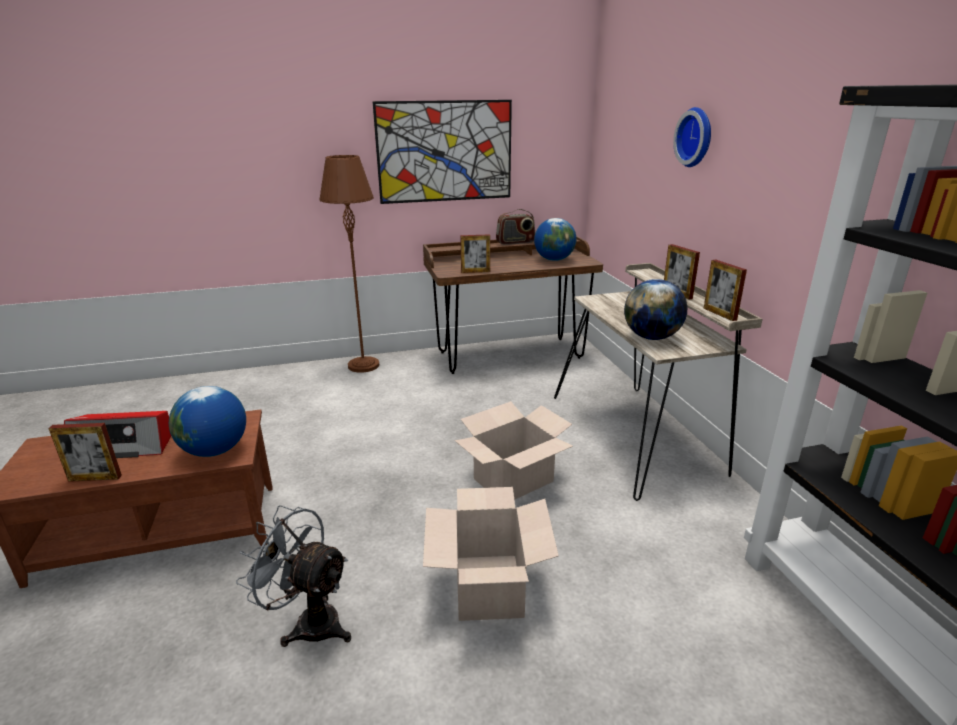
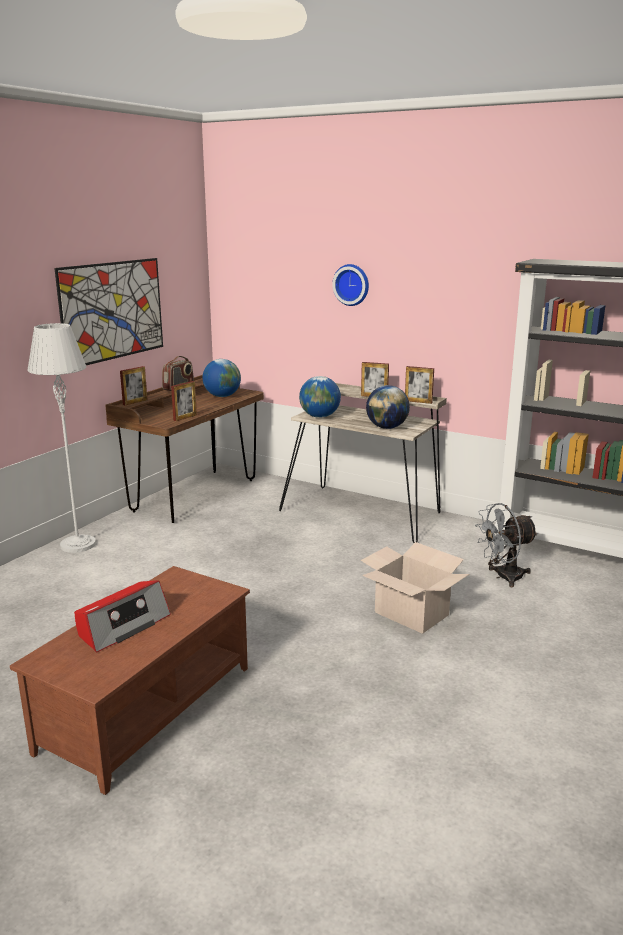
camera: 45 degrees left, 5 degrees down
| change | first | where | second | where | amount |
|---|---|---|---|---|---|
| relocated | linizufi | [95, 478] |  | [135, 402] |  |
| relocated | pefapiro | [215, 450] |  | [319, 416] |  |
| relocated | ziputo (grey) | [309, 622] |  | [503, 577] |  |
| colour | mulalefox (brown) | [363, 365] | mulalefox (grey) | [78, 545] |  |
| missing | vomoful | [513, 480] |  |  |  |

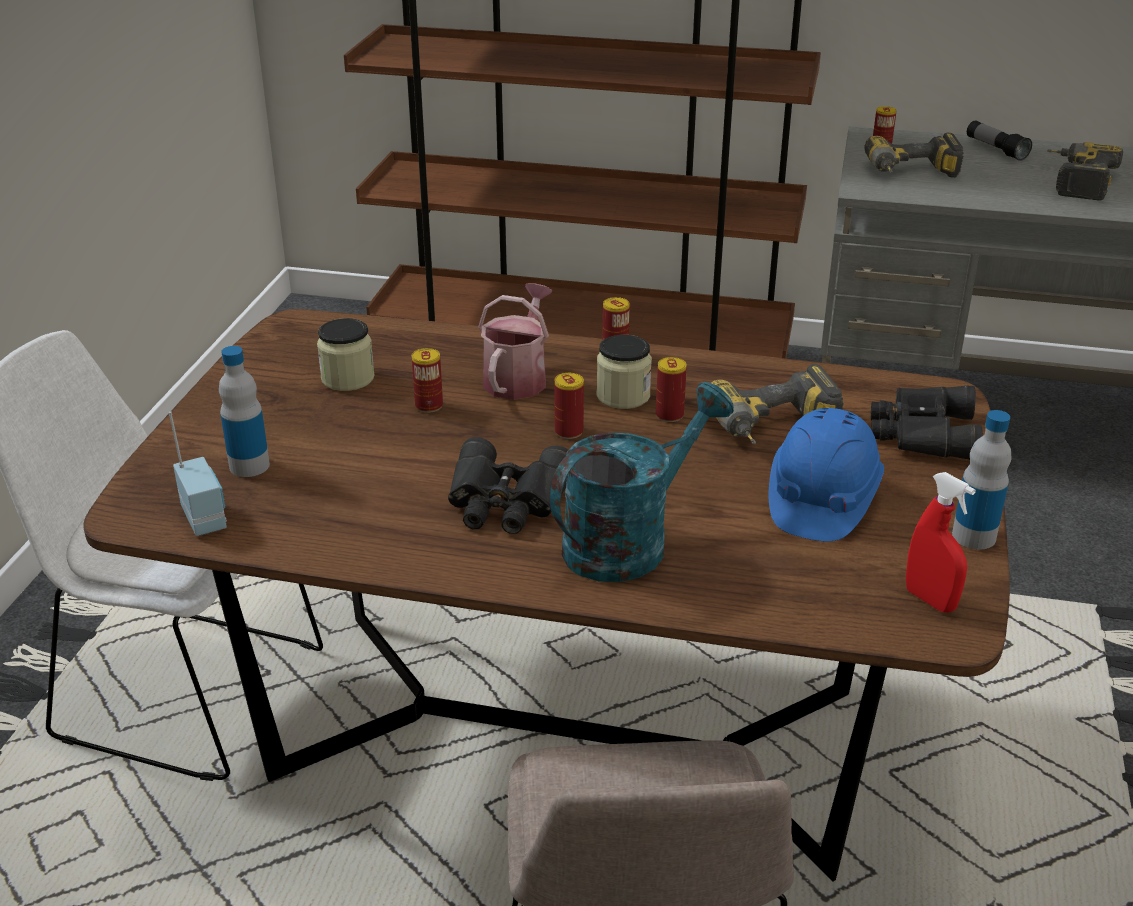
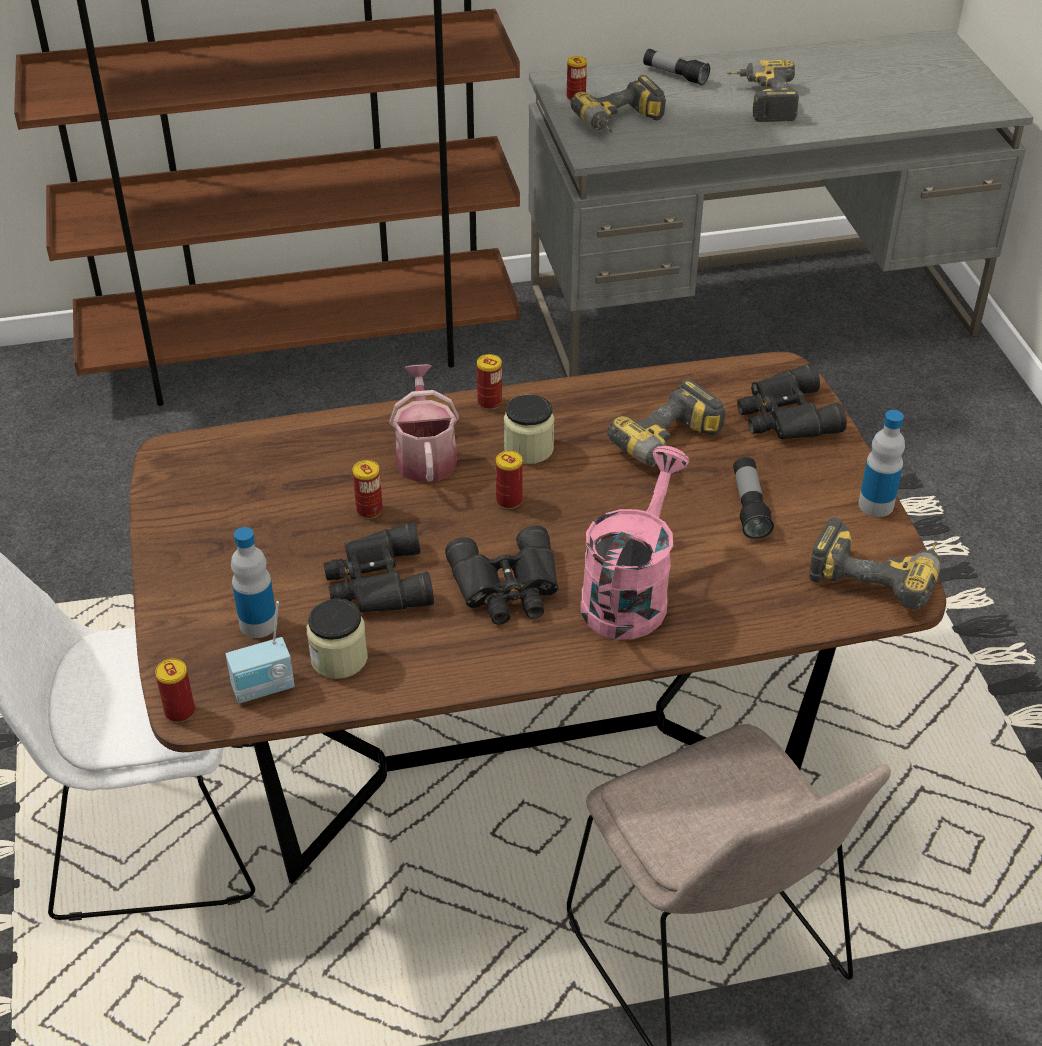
camera: 25 degrees left, 10 degrees up
| change | first | where | second | where | amount |
|---|---|---|---|---|---|
| spun | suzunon | [206, 517] |  | [264, 689] | 120 degrees clockwise |
| relocated | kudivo | [348, 378] |  | [339, 658] |  |
| colour | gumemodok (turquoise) | [629, 540] | gumemodok (pink) | [629, 593] |  |
| relocated | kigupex | [669, 415] |  | [180, 711] |  |
| exchanged | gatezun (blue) | [821, 501] | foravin | [749, 507] |  |
| exchanged | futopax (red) | [930, 600] | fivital | [877, 573] |  |
| appeared |  |  | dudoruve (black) | [376, 583] |  |

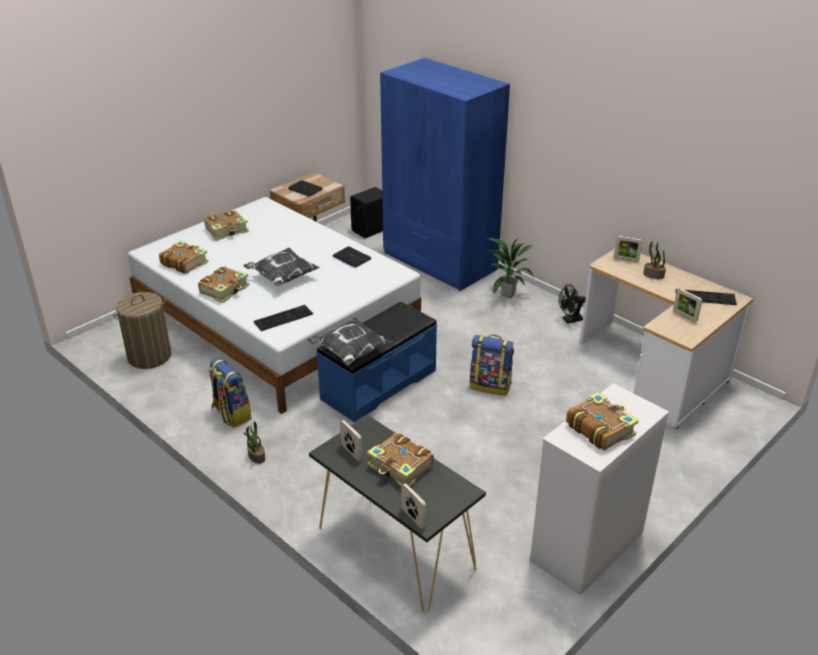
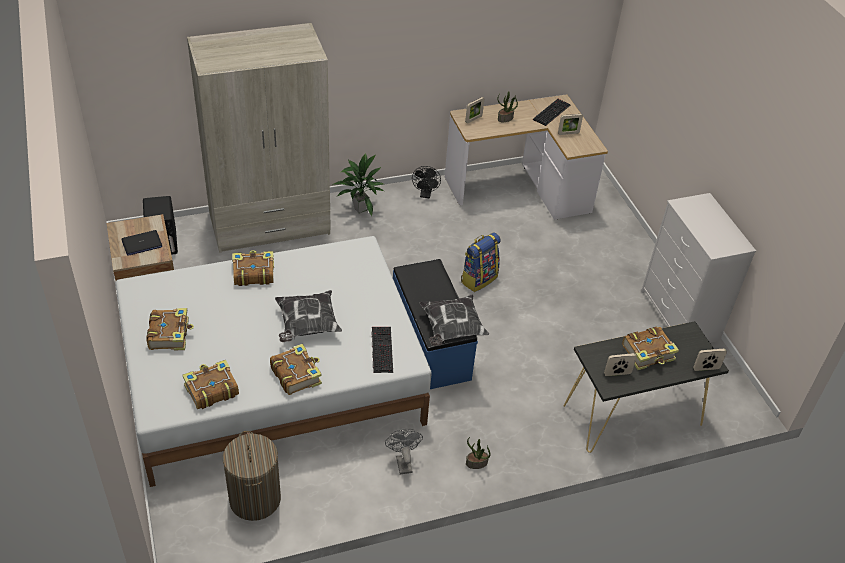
camera: 65 degrees left, 10 degrees up
| change | first | where | second | where | amount |
|---|---|---|---|---|---|
| exchanged | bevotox | [231, 414] | ziputo (grey) | [403, 461] |  |
| missing | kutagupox | [351, 258] |  |  |  |
| colour | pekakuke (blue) | [439, 262] | pekakuke (beige) | [270, 224] |  |
| relocated | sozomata | [600, 428] |  | [253, 273] |  |

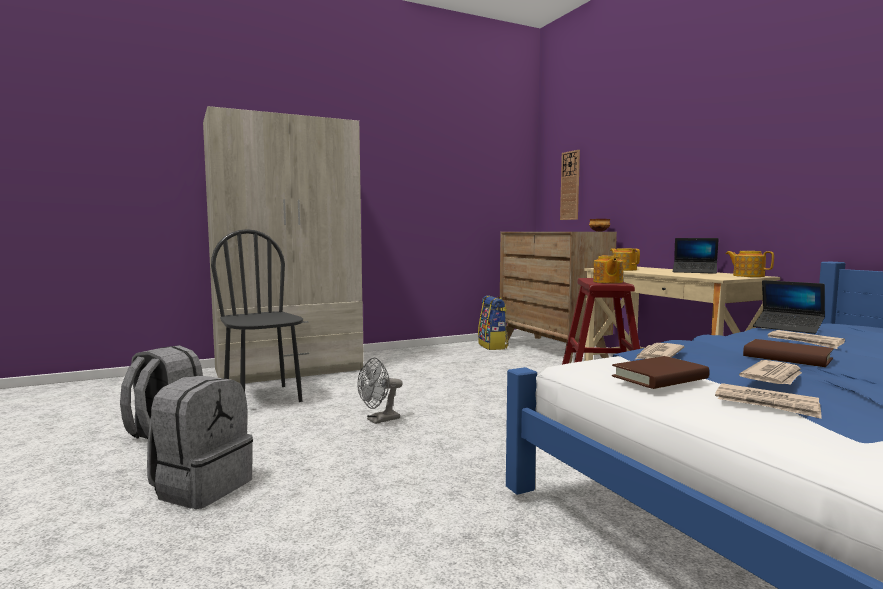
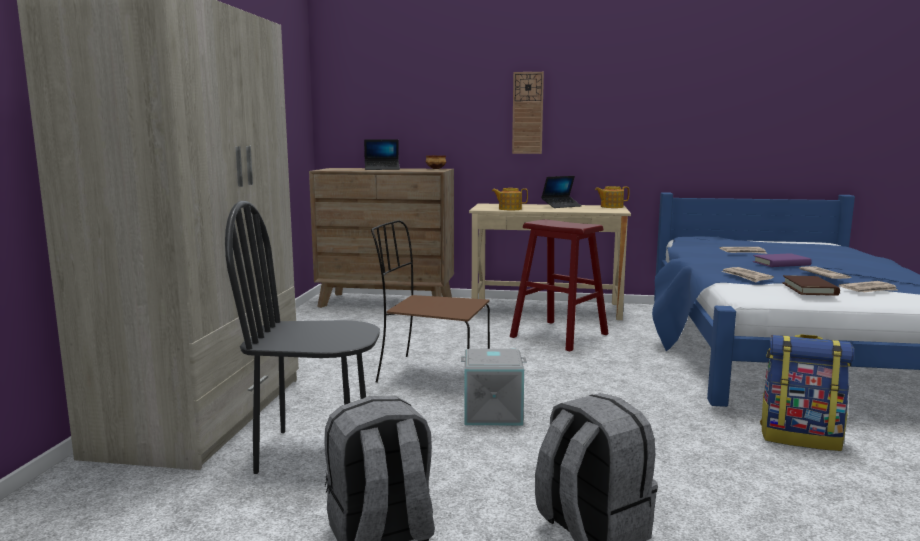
camera: 55 degrees left, 5 degrees up
| change | first | where | second | where | amount |
|---|---|---|---|---|---|
| exchanged | ziputo (grey) | [379, 420] | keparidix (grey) | [493, 412] |  |
| relocated | bevotox | [493, 346] |  | [800, 437] |  |
| relocated | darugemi | [570, 185] |  | [527, 113] |  |
| missing | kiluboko | [607, 282] |  |  |  |
| colour | sozomata (brown) | [787, 358] | sozomata (purple) | [781, 263] |  |
| relocated | kutagupox | [788, 328] |  | [382, 169] |  |
| appeared |  |  | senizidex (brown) | [431, 374] |  |

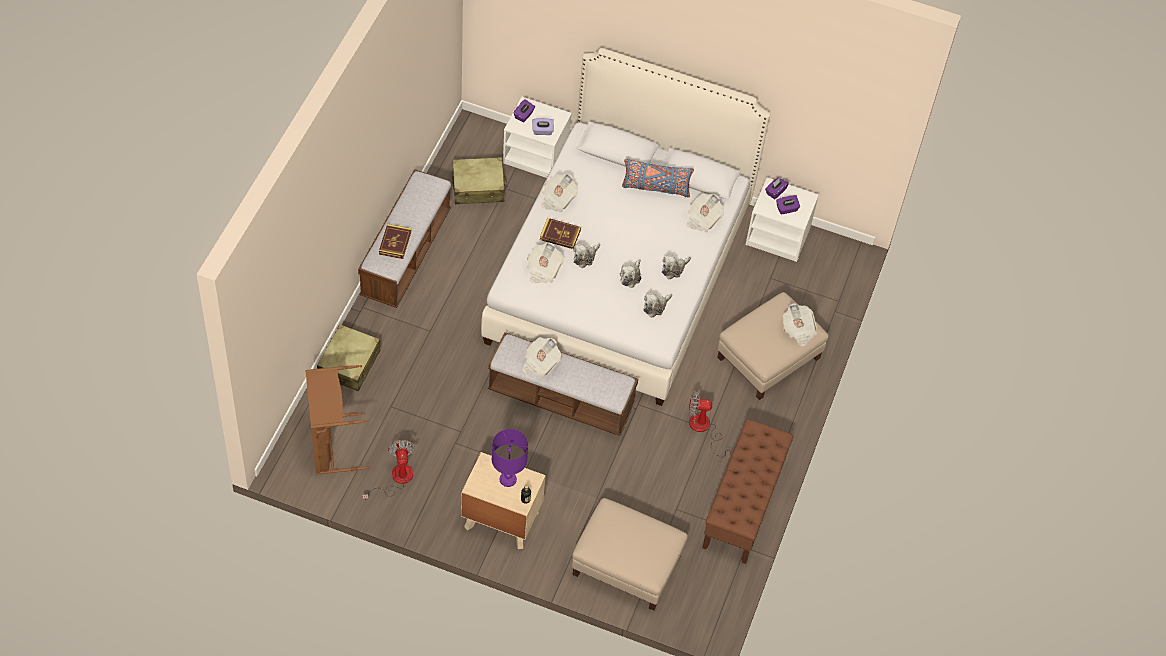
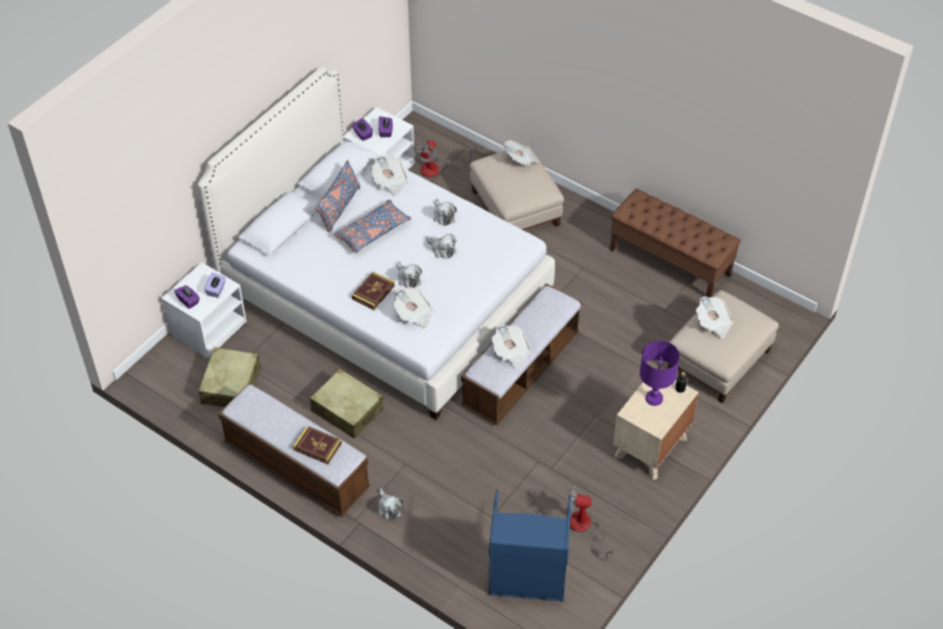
camera: 70 degrees left, 5 degrees down
| change | first | where | second | where | amount |
|---|---|---|---|---|---|
| colour | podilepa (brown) | [331, 444] | podilepa (blue) | [527, 580] |  |
| relocated | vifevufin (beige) | [349, 363] |  | [347, 410] |  |
| relocated | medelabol | [557, 199] |  | [713, 324] |  |
| relocated | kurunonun | [655, 307] |  | [388, 507] |  |
| relocated | ziputo | [704, 429] |  | [437, 168] |  |
| appeared |  |  | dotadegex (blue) | [372, 232] |  |

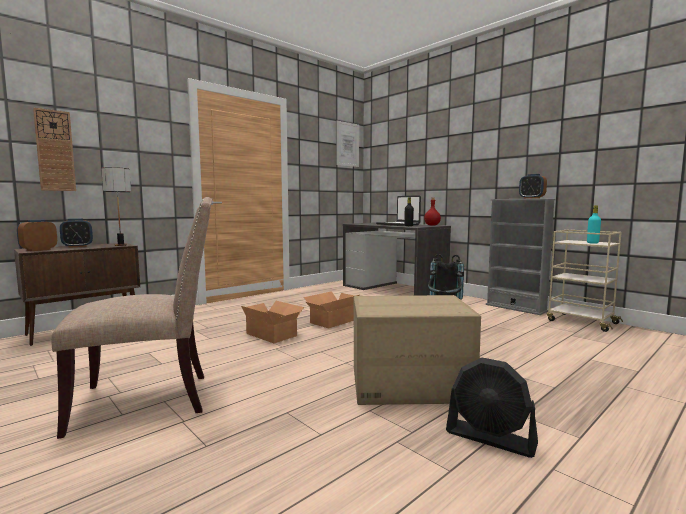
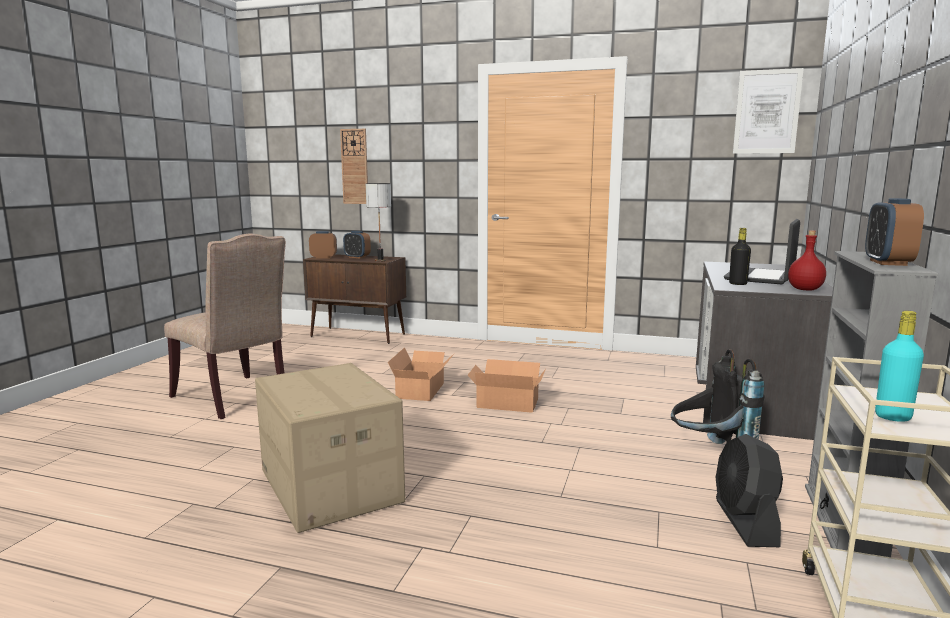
camera: 60 degrees right, 5 degrees up
| change | first | where | second | where | amount |
|---|---|---|---|---|---|
| relocated | ziputo (black) | [491, 438] |  | [745, 522] |  |

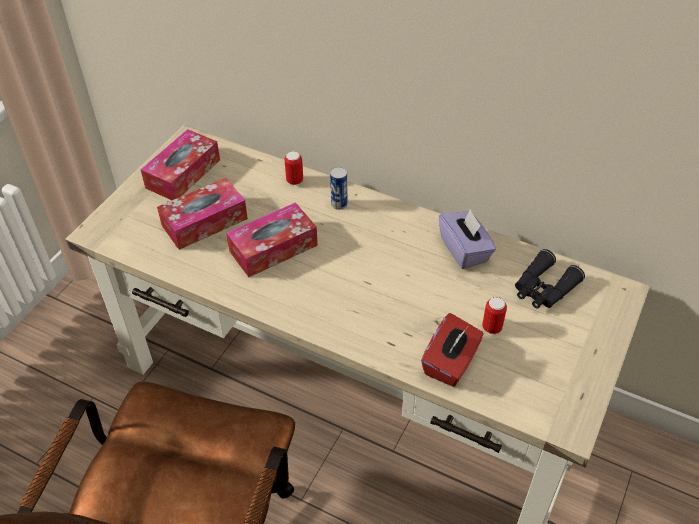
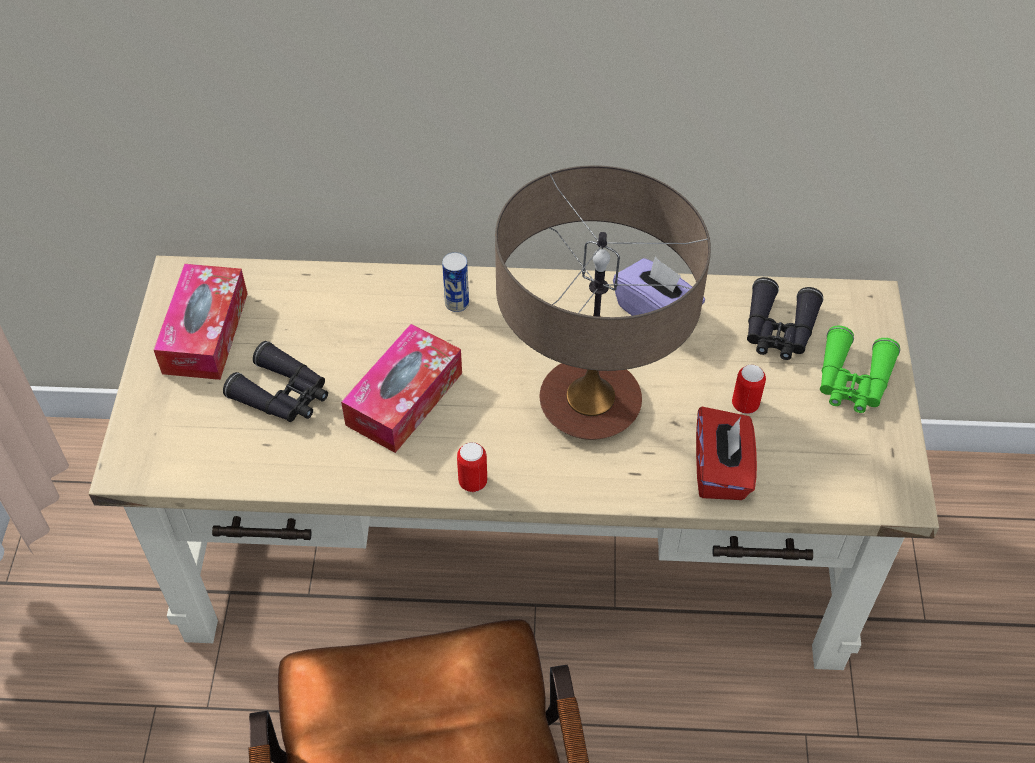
camera: 25 degrees left, 5 degrees up
| change | first | where | second | where | amount |
|---|---|---|---|---|---|
| exchanged | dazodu | [204, 222] | dudoruve (black) | [283, 395] |  |
| relocated | kigupex | [294, 180] |  | [473, 482] |  |
| appeared |  |  | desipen | [590, 404] |  |
| appeared |  |  | dudoruve (green) | [852, 381] |  |

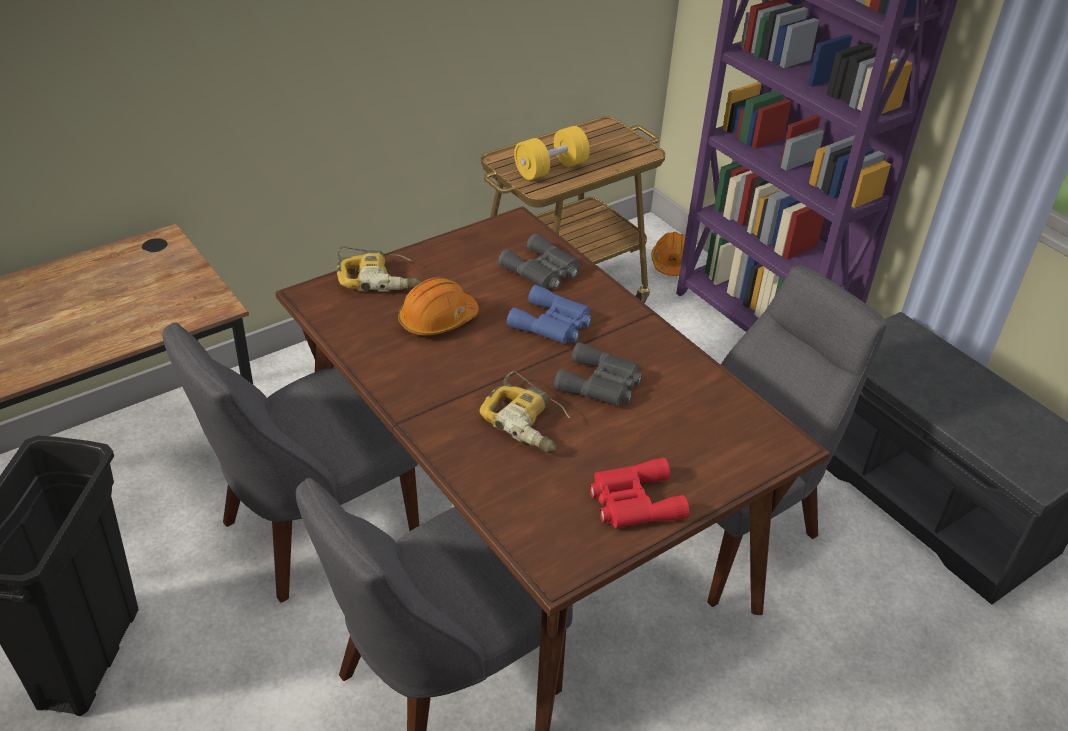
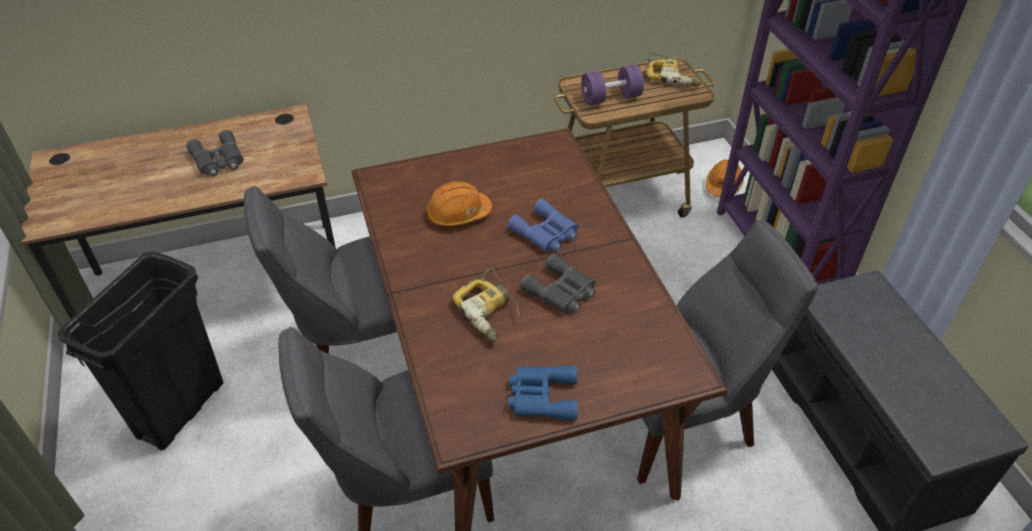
camera: 20 degrees right, 5 degrees up
| change | first | where | second | where | amount |
|---|---|---|---|---|---|
| relocated | fivital | [378, 278] |  | [672, 76] |  |
| relocated | dudoruve (grey) | [542, 271] |  | [218, 160] |  |
| colour | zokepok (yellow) | [550, 169] | zokepok (purple) | [611, 98] |  |
| colour | dudoruve (red) | [633, 502] | dudoruve (blue) | [541, 396] |  |

